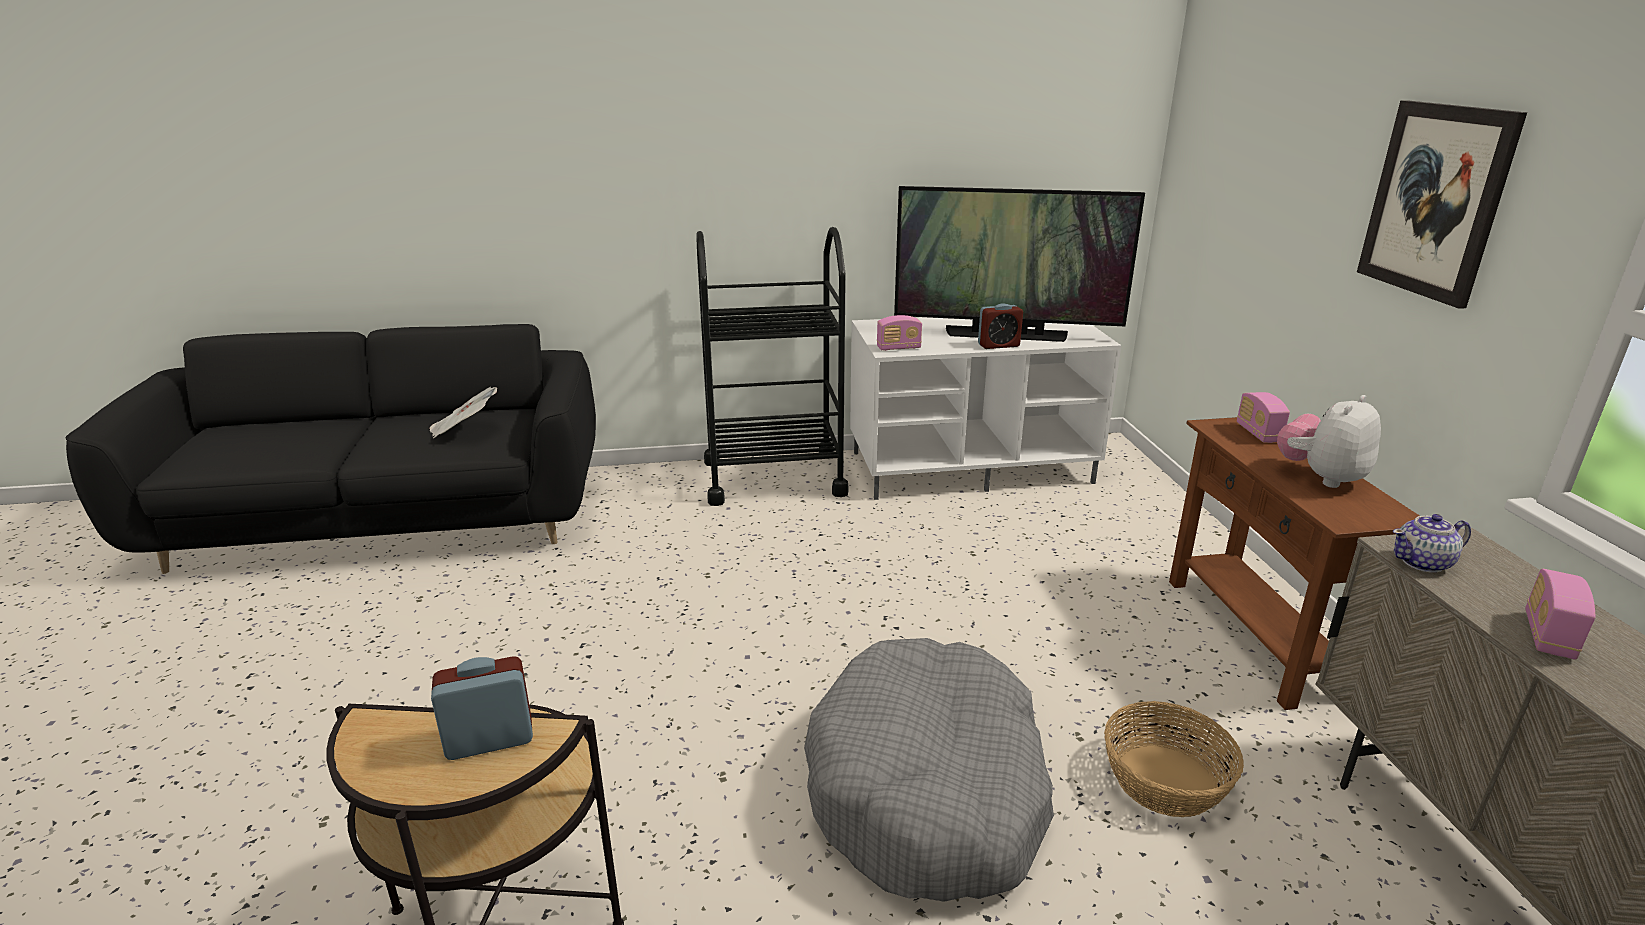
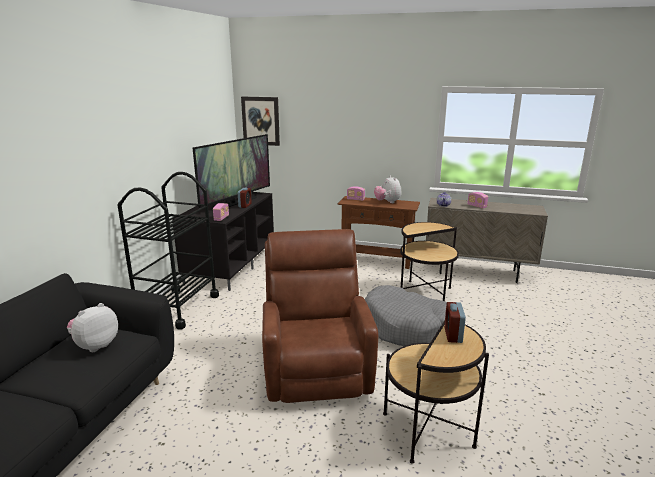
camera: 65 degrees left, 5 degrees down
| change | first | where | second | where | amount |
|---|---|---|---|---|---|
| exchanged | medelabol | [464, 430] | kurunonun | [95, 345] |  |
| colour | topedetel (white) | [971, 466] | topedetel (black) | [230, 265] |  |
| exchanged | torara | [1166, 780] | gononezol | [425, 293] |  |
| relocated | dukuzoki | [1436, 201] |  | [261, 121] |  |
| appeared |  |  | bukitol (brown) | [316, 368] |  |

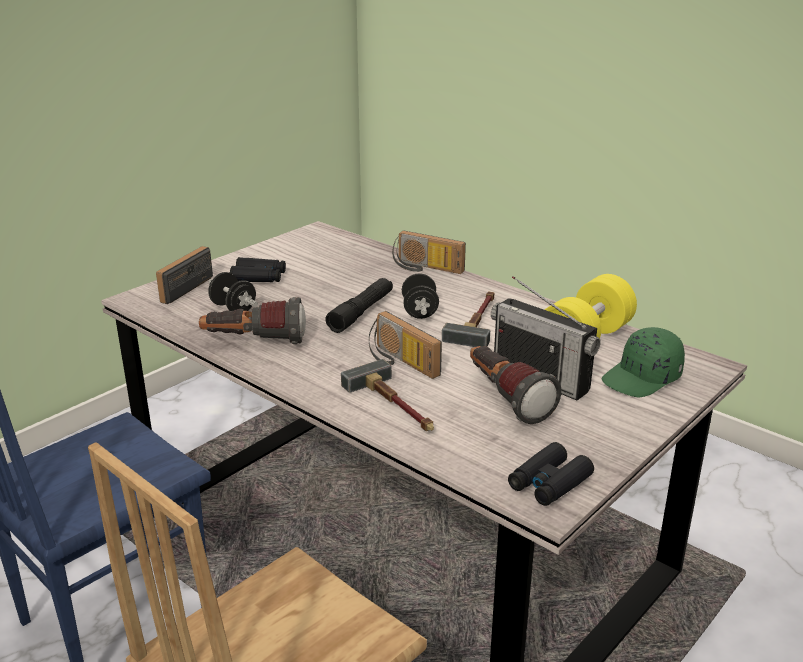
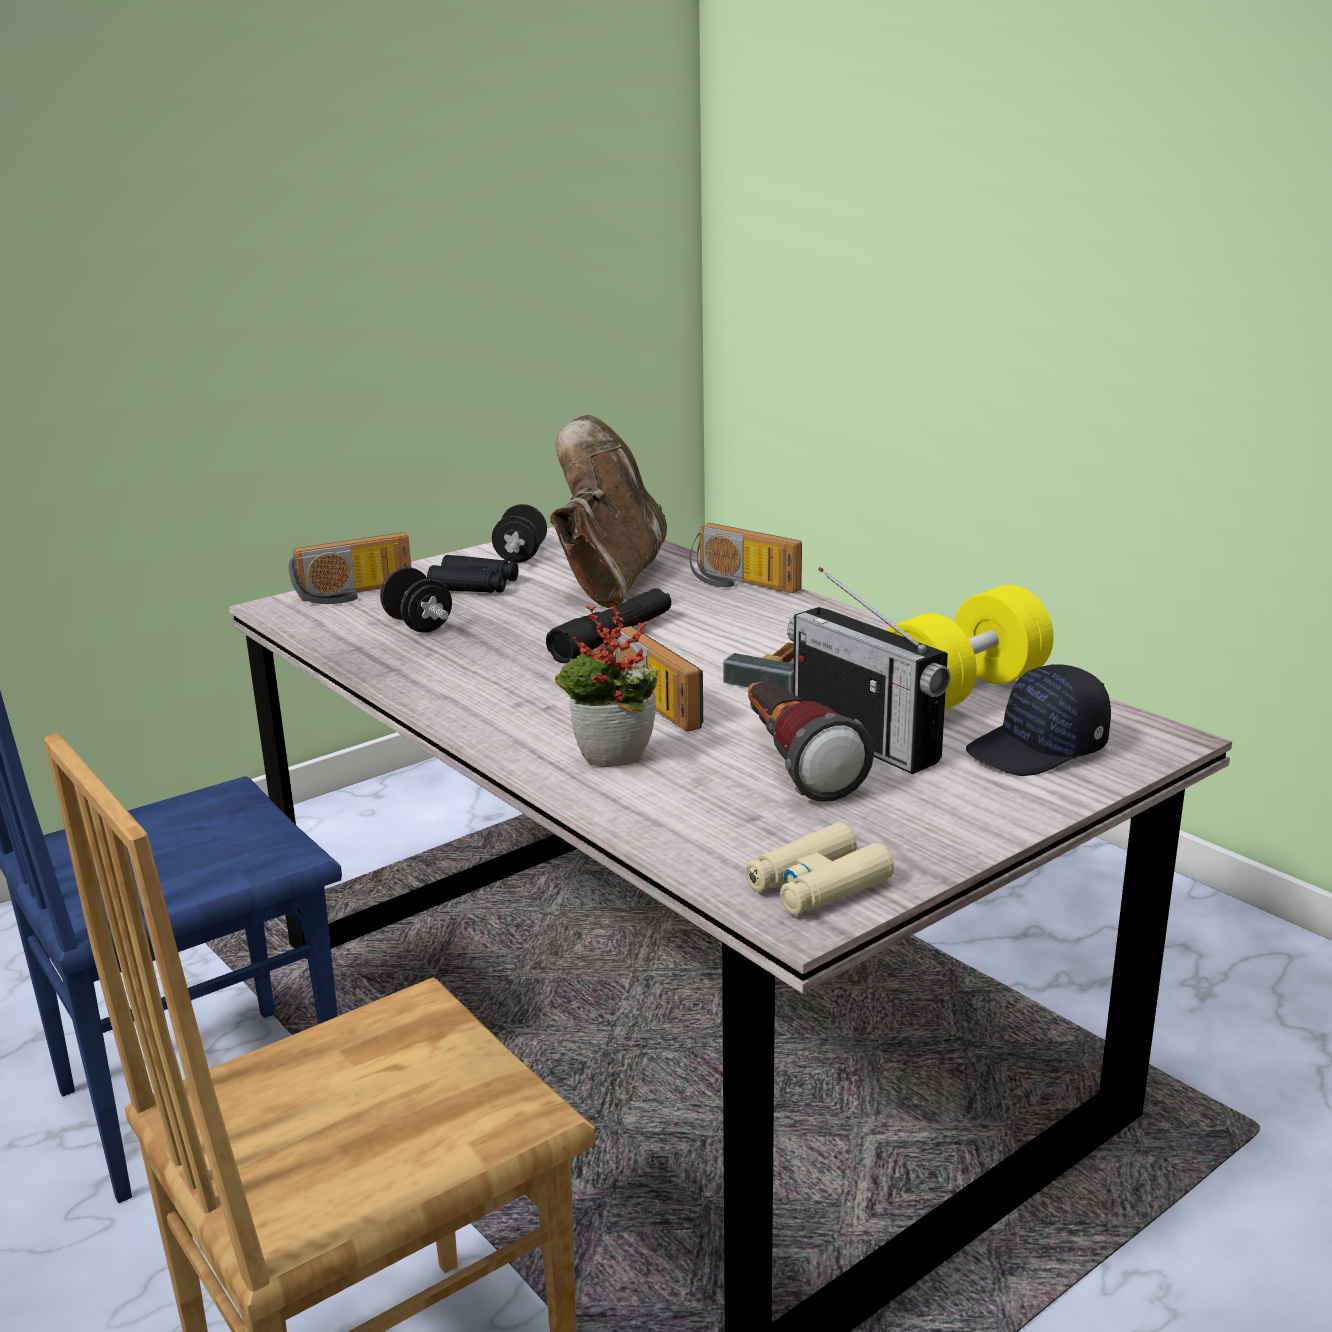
camera: 10 degrees right, 5 degrees down
| change | first | where | second | where | amount |
|---|---|---|---|---|---|
| spun | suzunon | [183, 287] |  | [355, 594] | 150 degrees counterclockwise |
| missing | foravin | [254, 342] |  |  |  |
| exchanged | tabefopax | [395, 406] | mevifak | [611, 765] |  |
| relocated | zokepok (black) | [419, 311] |  | [521, 556] |  |
| colour | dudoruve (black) | [549, 483] | dudoruve (beige) | [817, 885] |  |
| colour | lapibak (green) | [642, 378] | lapibak (black) | [1038, 750] |  |
| appeared |  |  | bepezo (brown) | [608, 579] |  |

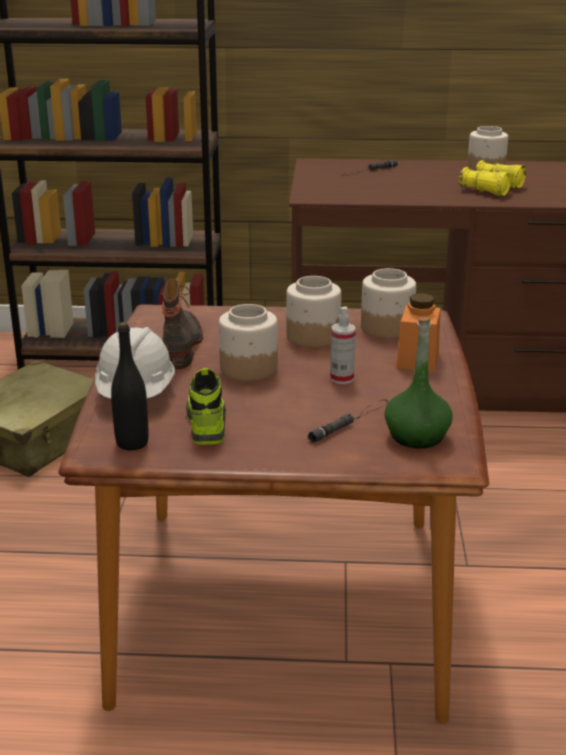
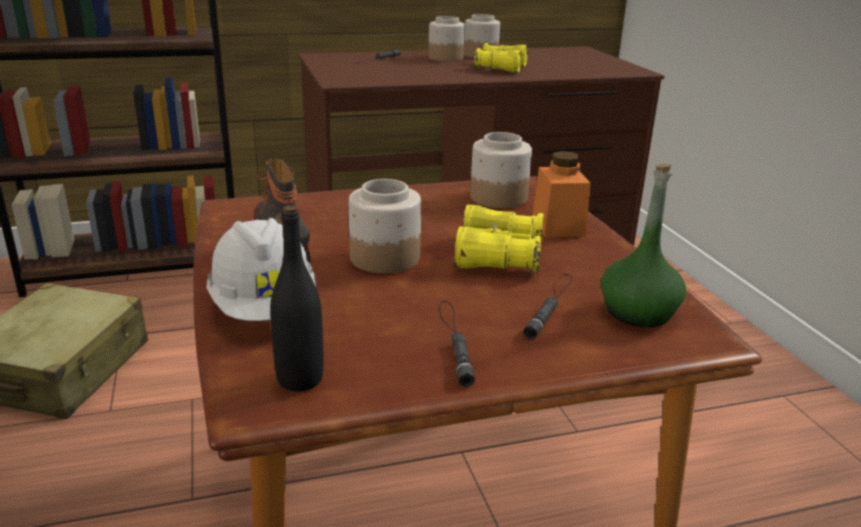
camera: 20 degrees left, 0 degrees up
| change | first | where | second | where | amount |
|---|---|---|---|---|---|
| missing | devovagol | [205, 422] |  |  |  |
| relocated | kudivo | [312, 336] |  | [445, 58] |  |
| exchanged | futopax | [342, 378] | dudoruve (yellow) | [498, 256] |  |
| appeared |  |  | foravin (black) | [454, 341] |  |

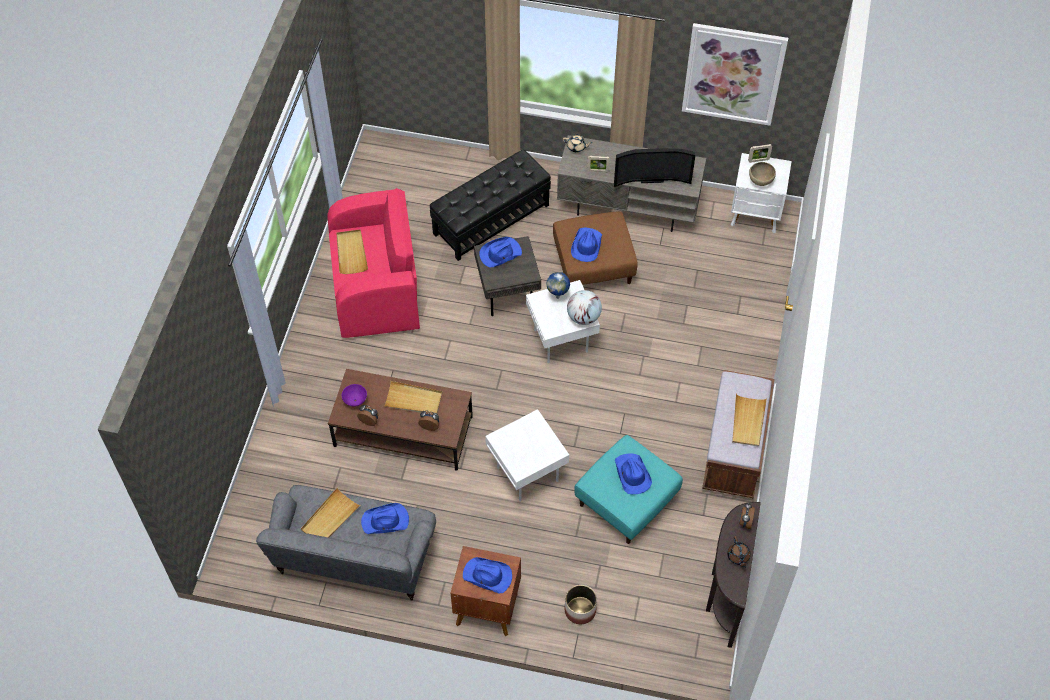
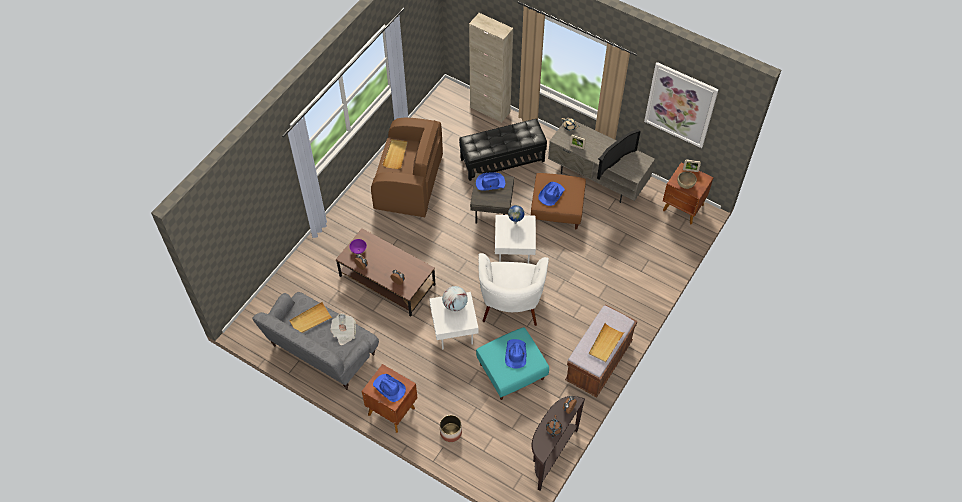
camera: 20 degrees right, 0 degrees up
| change | first | where | second | where | amount |
|---|---|---|---|---|---|
| colour | bukitol (pink) | [377, 288] | bukitol (brown) | [409, 183] |  |
| exchanged | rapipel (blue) | [385, 521] | medelabol | [344, 333] |  |
| missing | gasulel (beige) | [413, 400] |  |  |  |
| relocated | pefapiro | [583, 317] |  | [455, 305] |  |
| spun | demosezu | [651, 177] |  | [611, 161] | 60 degrees counterclockwise |
| colour | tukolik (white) | [756, 215] | tukolik (brown) | [683, 208] |  |
| appeared |  |  | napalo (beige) | [490, 110] |  |
| appeared |  |  | bukitol (white) | [511, 302] |  |

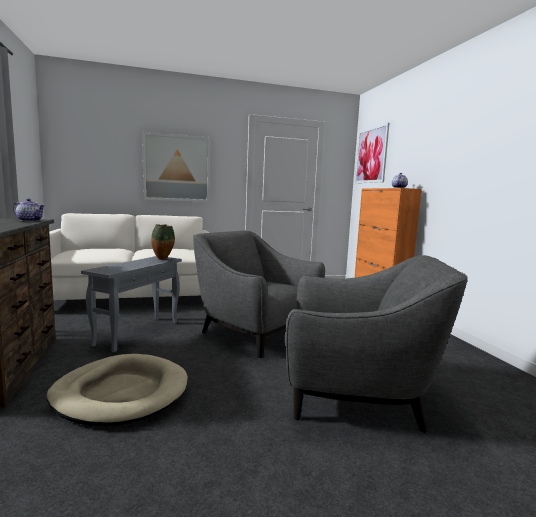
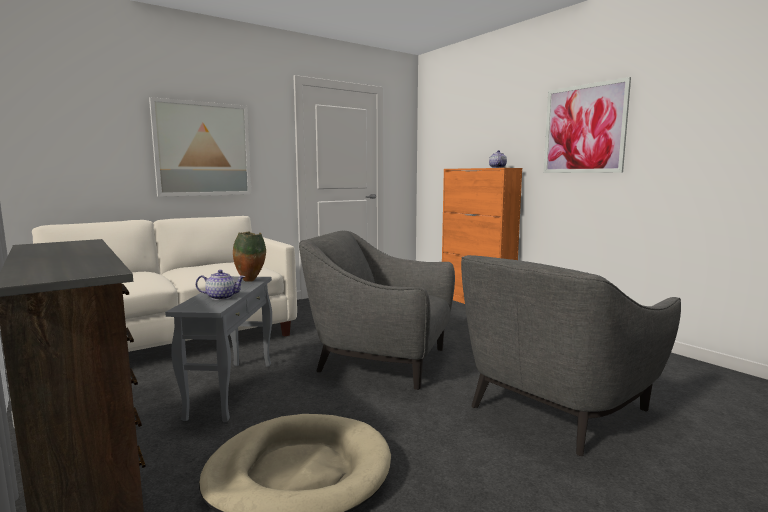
camera: 20 degrees left, 0 degrees up
| change | first | where | second | where | amount |
|---|---|---|---|---|---|
| relocated | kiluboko | [30, 220] |  | [222, 297] |  |
| spun | bukitol (grey) | [356, 394] |  | [554, 407] | 150 degrees clockwise |
| relocated | dukuzoki | [371, 155] |  | [584, 129] |  |

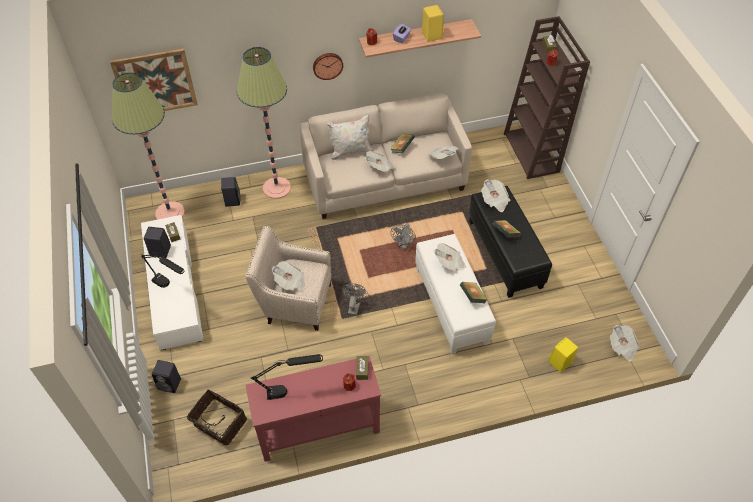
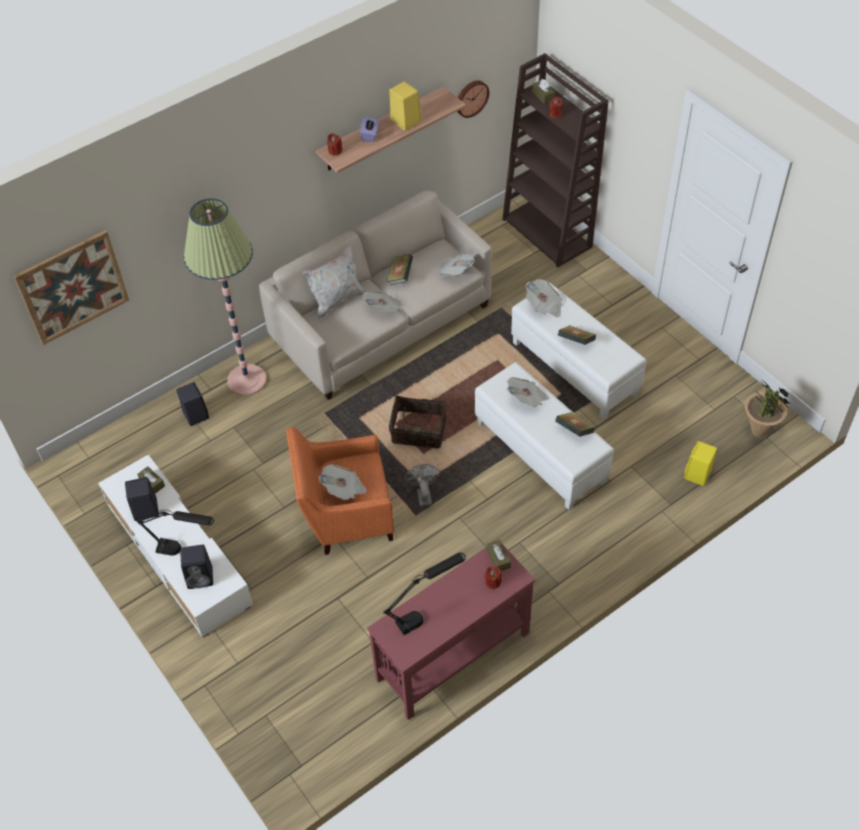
camera: 20 degrees left, 0 degrees up
| change | first | where | second | where | amount |
|---|---|---|---|---|---|
| missing | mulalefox | [170, 213] |  |  |  |
| relocated | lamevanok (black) | [170, 384] |  | [201, 577] |  |
| relocated | torara | [219, 424] |  | [418, 432] |  |
| colour | bukitol (beige) | [294, 301] | bukitol (orange) | [345, 515] |  |
| relocated | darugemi | [327, 65] |  | [471, 98] |  |
| missing | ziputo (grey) | [403, 245] |  |  |  |
| colour | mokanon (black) | [505, 254] | mokanon (white) | [575, 368] |  |
| exchanged | medelabol | [622, 347] | mevifak | [758, 432] |  |

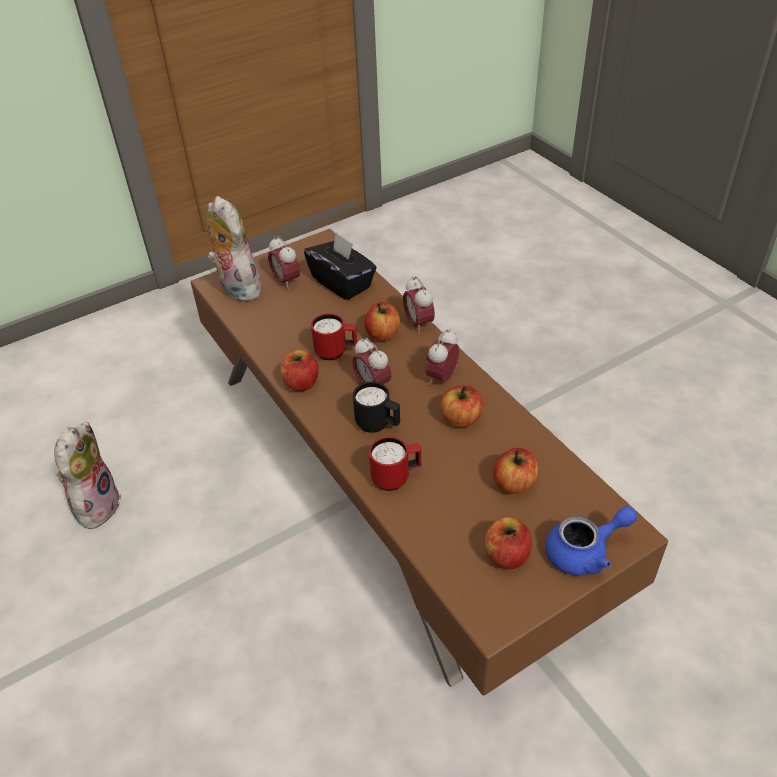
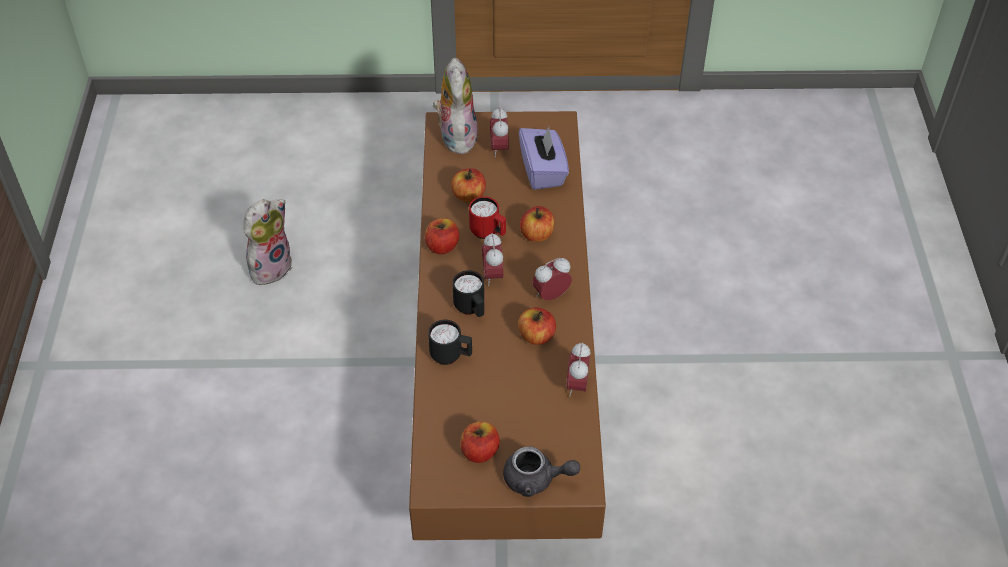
camera: 30 degrees right, 5 degrees up
| change | first | where | second | where | amount |
|---|---|---|---|---|---|
| colour | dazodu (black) | [342, 283] | dazodu (purple) | [543, 171] |  |
| colour | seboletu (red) | [396, 478] | seboletu (black) | [451, 356] |  |
| relocated | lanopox | [418, 324] |  | [577, 385] |  |
| relocated | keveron | [514, 484] |  | [469, 195] |  |
| colour | kiluboko (blue) | [585, 552] | kiluboko (grey) | [536, 480] |  |

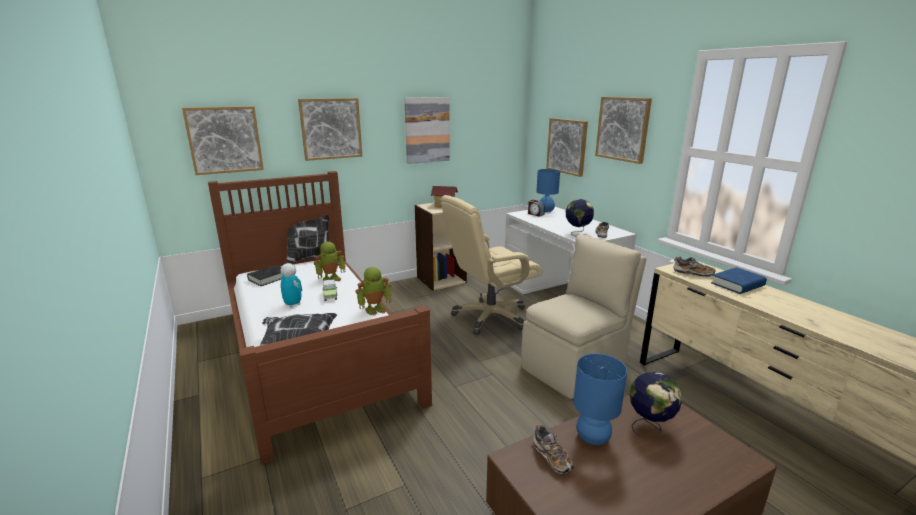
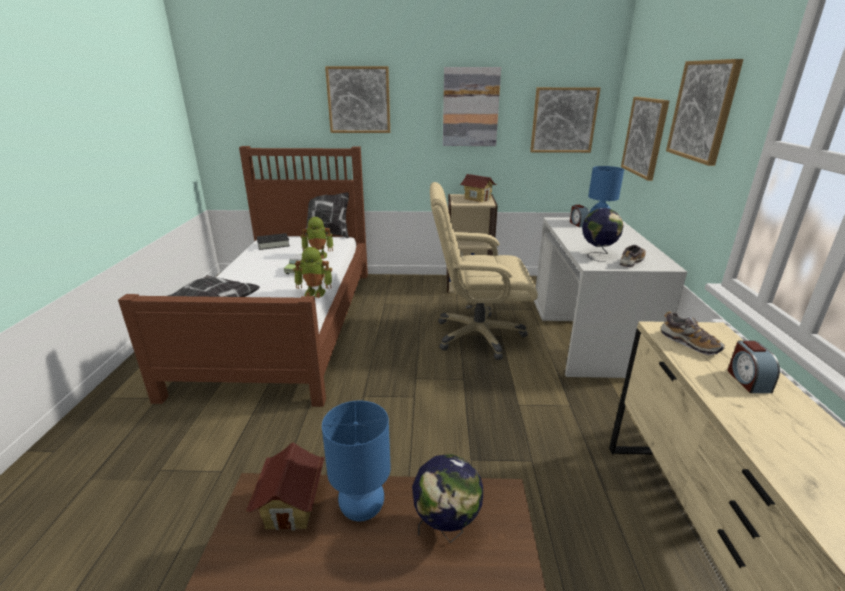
camera: 30 degrees right, 5 degrees up
| change | first | where | second | where | amount |
|---|---|---|---|---|---|
| relocated | dukuzoki | [224, 140] |  | [563, 120] |  |
| missing | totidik | [293, 304] |  |  |  |
| missing | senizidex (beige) | [575, 367] |  |  |  |
| exchanged | devovagol | [552, 457] | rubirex | [292, 507] |  |
| exchanged | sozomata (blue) | [737, 284] | lanopox | [747, 380] |  |

